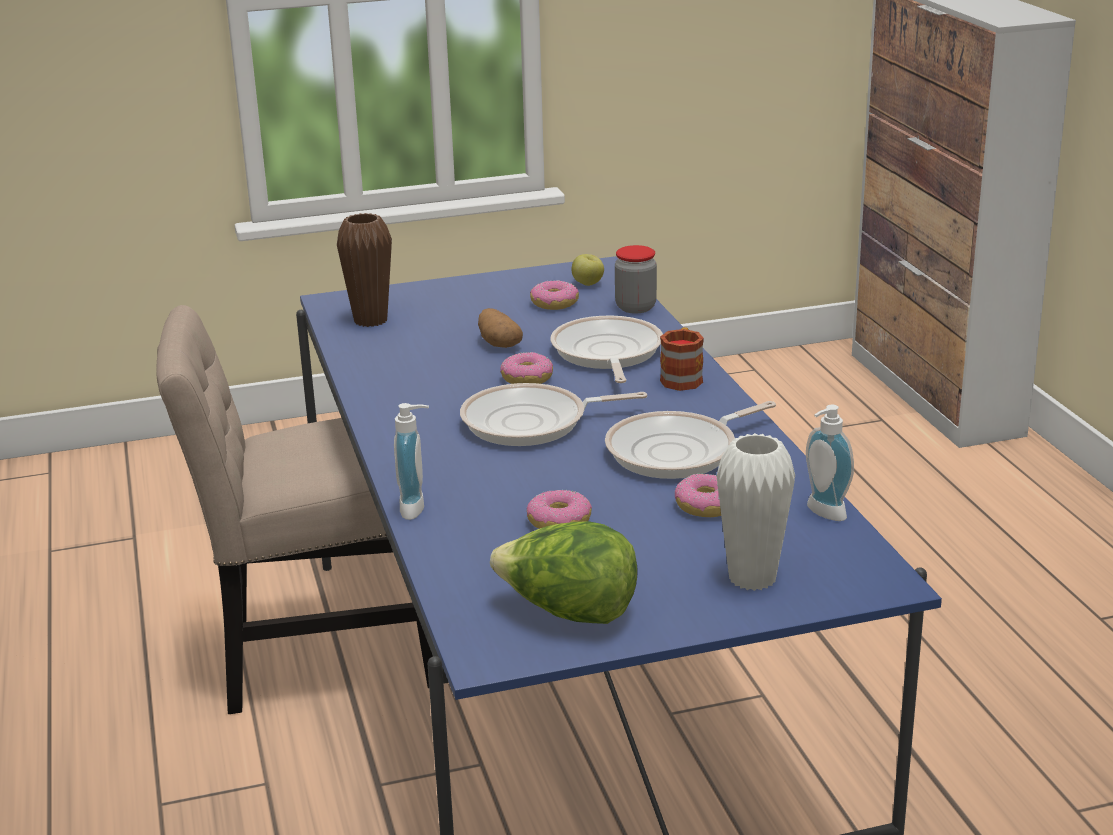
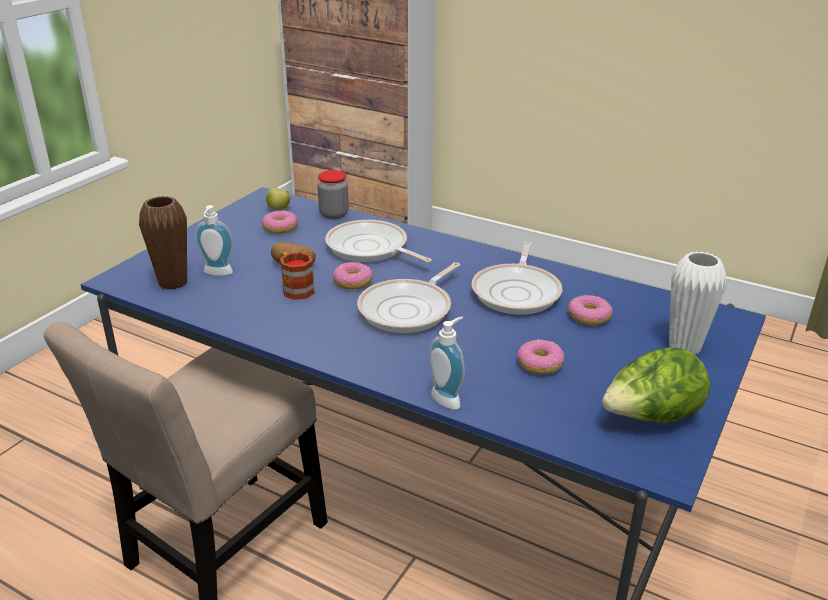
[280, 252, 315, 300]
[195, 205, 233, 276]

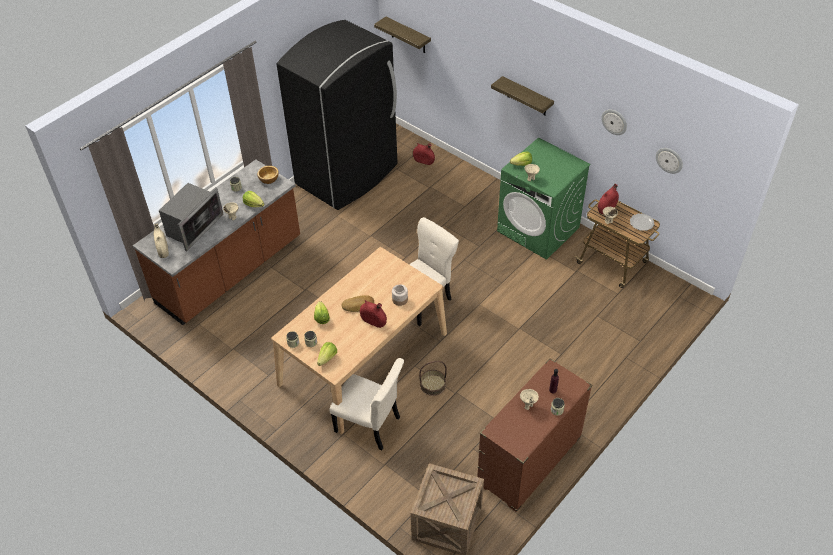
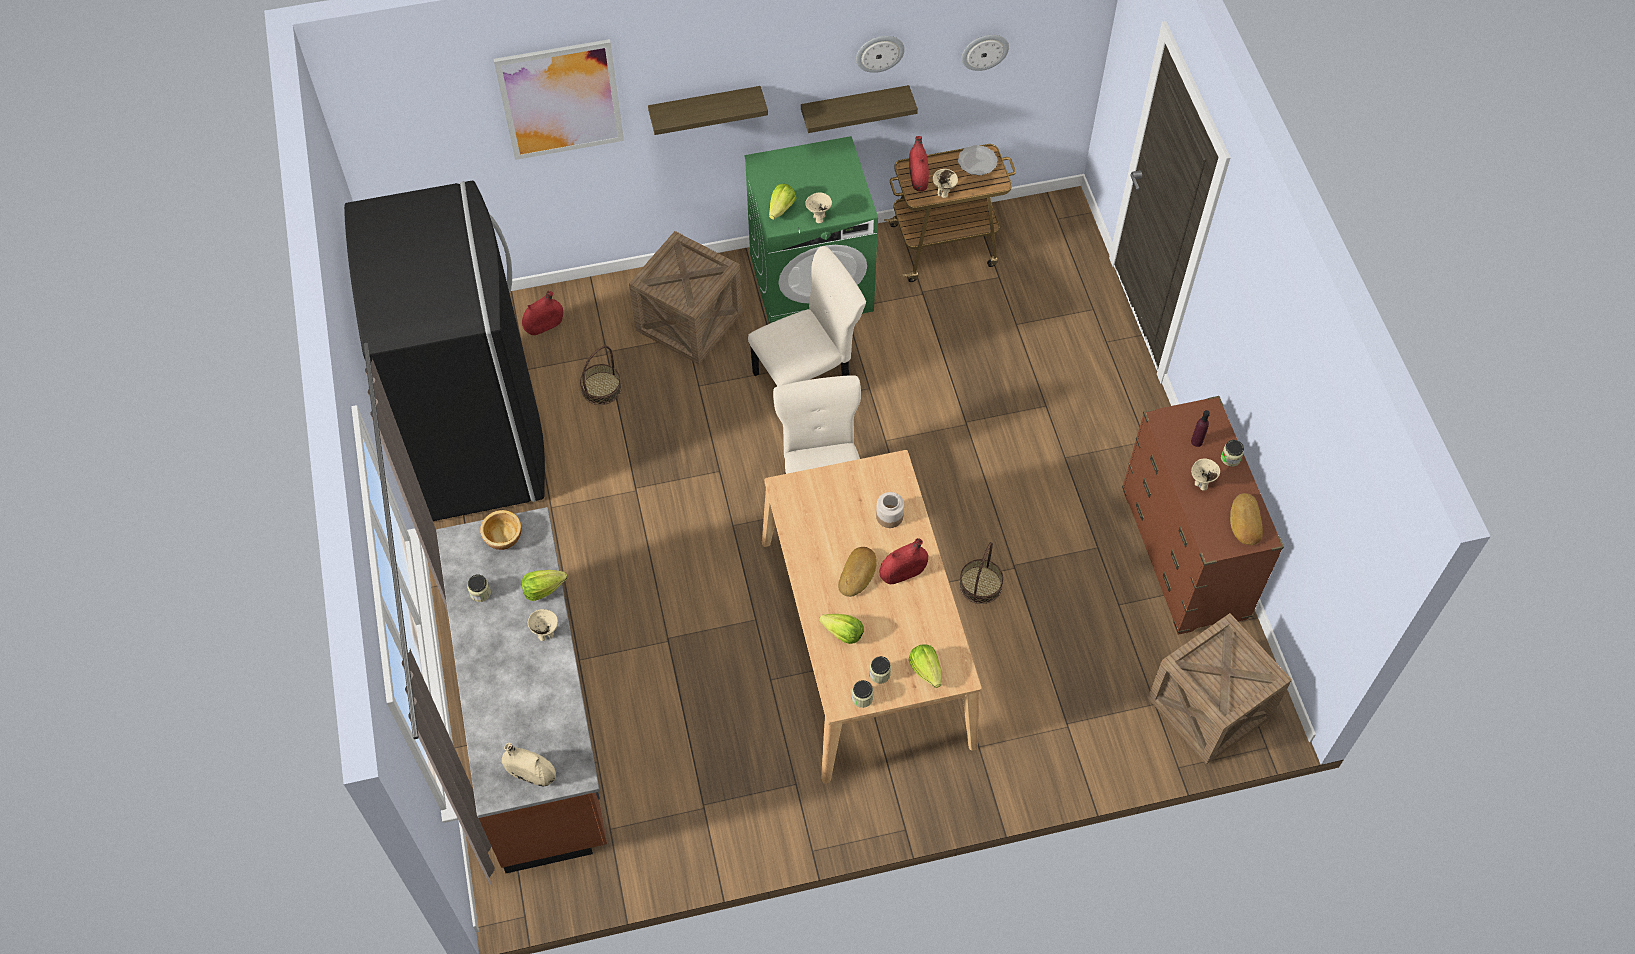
[159, 183, 223, 251] (first image)
[494, 39, 624, 160]
[580, 346, 622, 405]
[629, 231, 743, 364]
[1230, 493, 1263, 545]
[748, 246, 866, 386]
[801, 85, 918, 133]

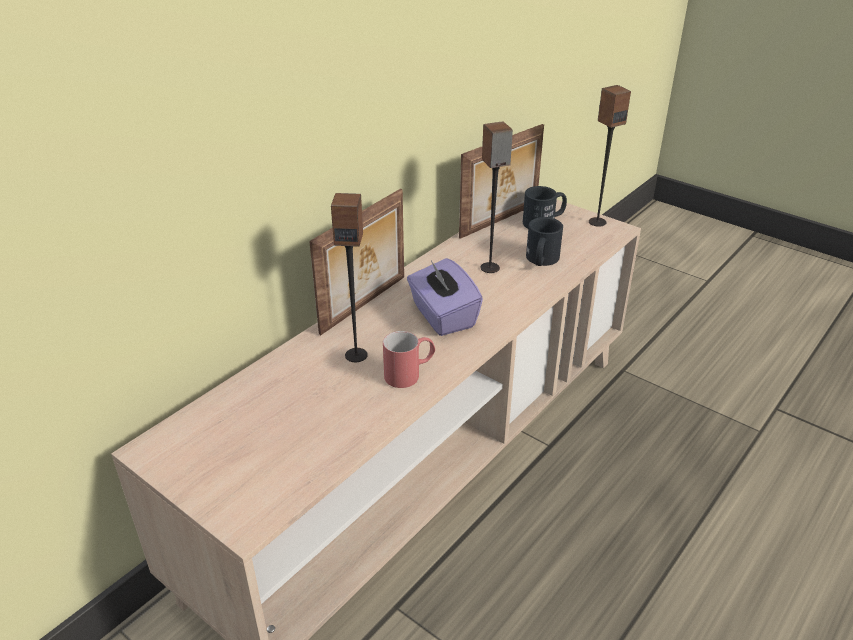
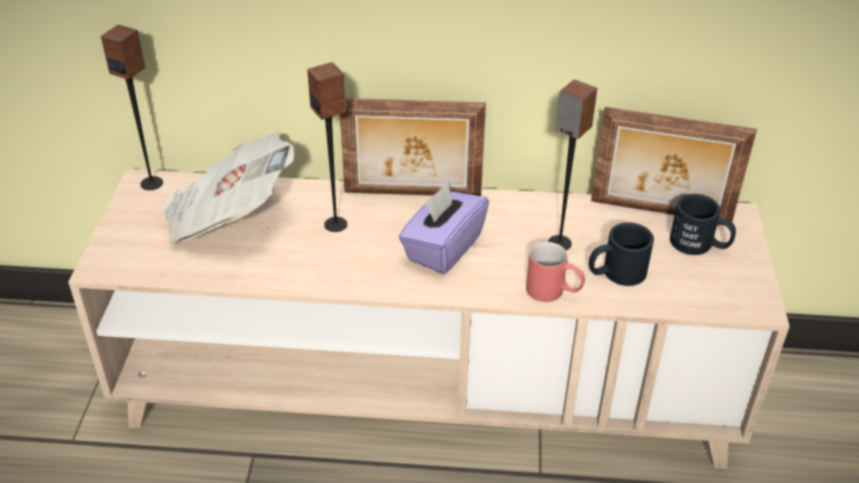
[162, 133, 294, 244]
[526, 242, 585, 302]
[101, 25, 163, 190]

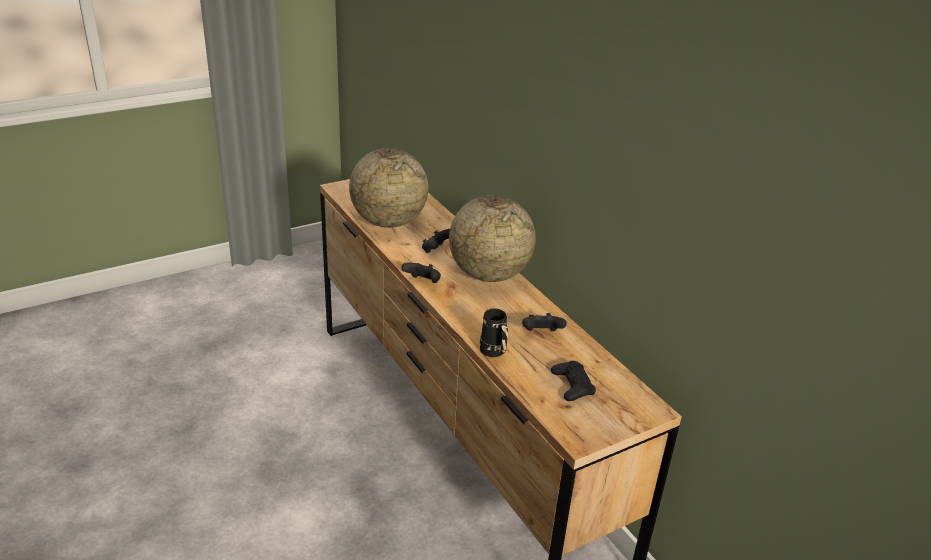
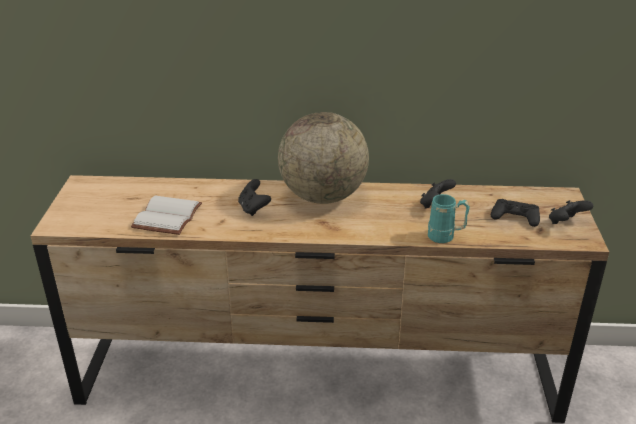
[549, 200, 593, 224]
[131, 196, 202, 235]
[428, 194, 470, 243]

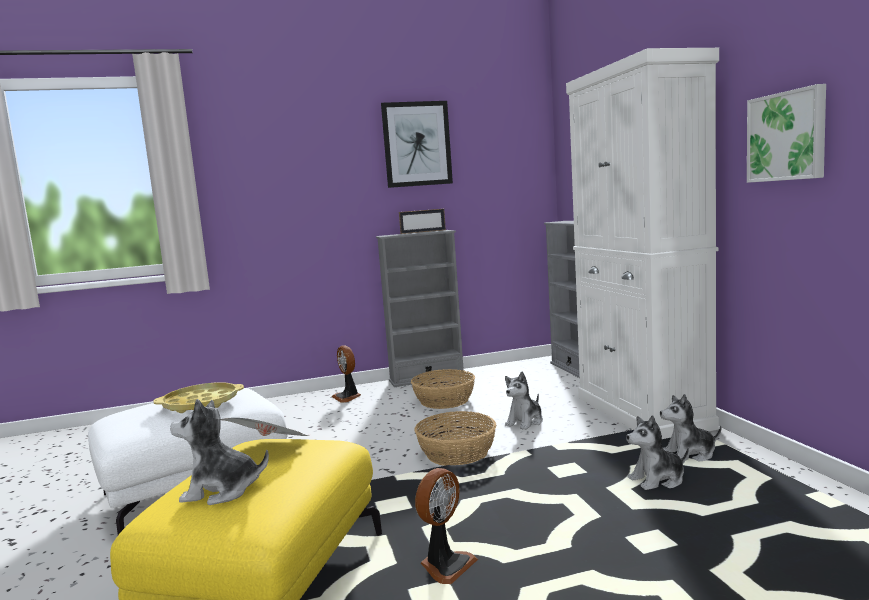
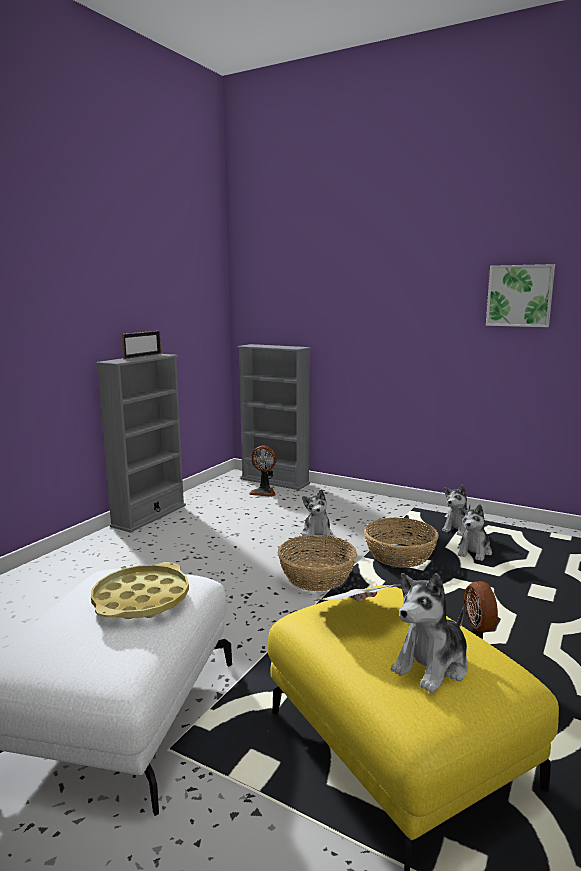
[381, 101, 453, 188] (first image)
[566, 48, 719, 439] (first image)
[249, 446, 277, 497]
[364, 518, 439, 567]

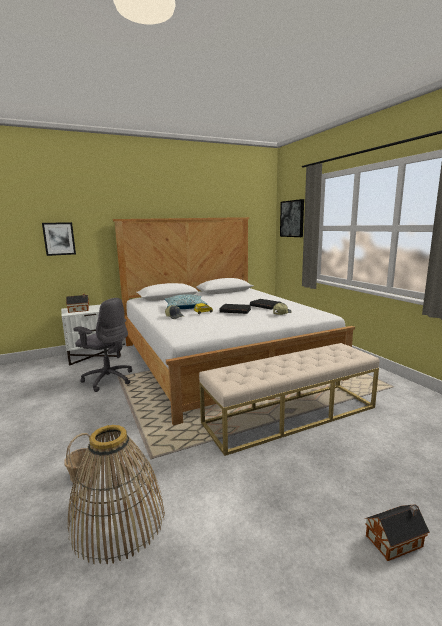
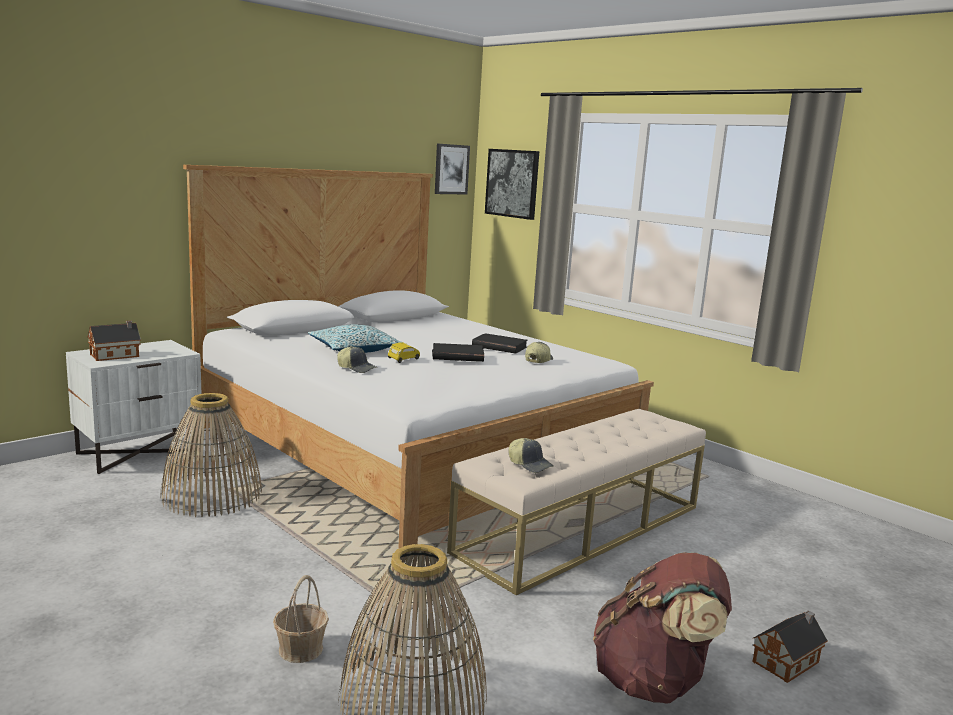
[509, 438, 554, 473]
[593, 552, 732, 704]
[435, 144, 470, 195]
[160, 393, 262, 517]

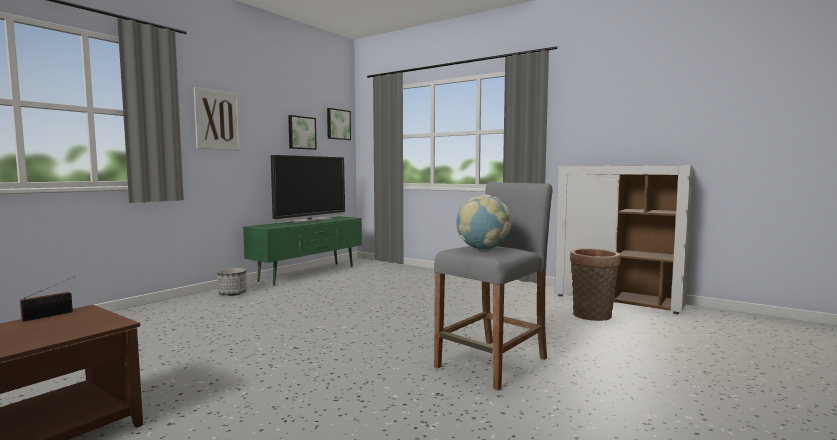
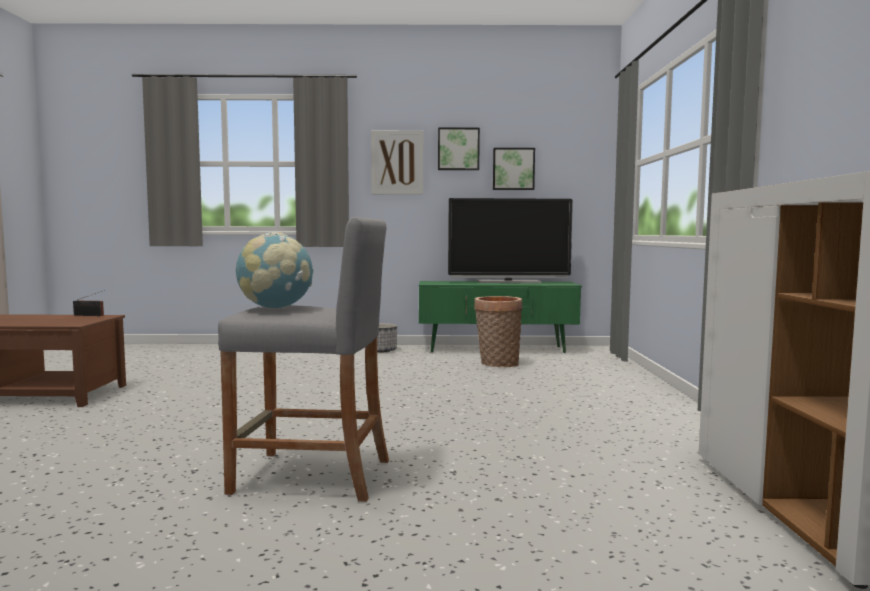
[438, 127, 480, 170]
[474, 296, 523, 367]

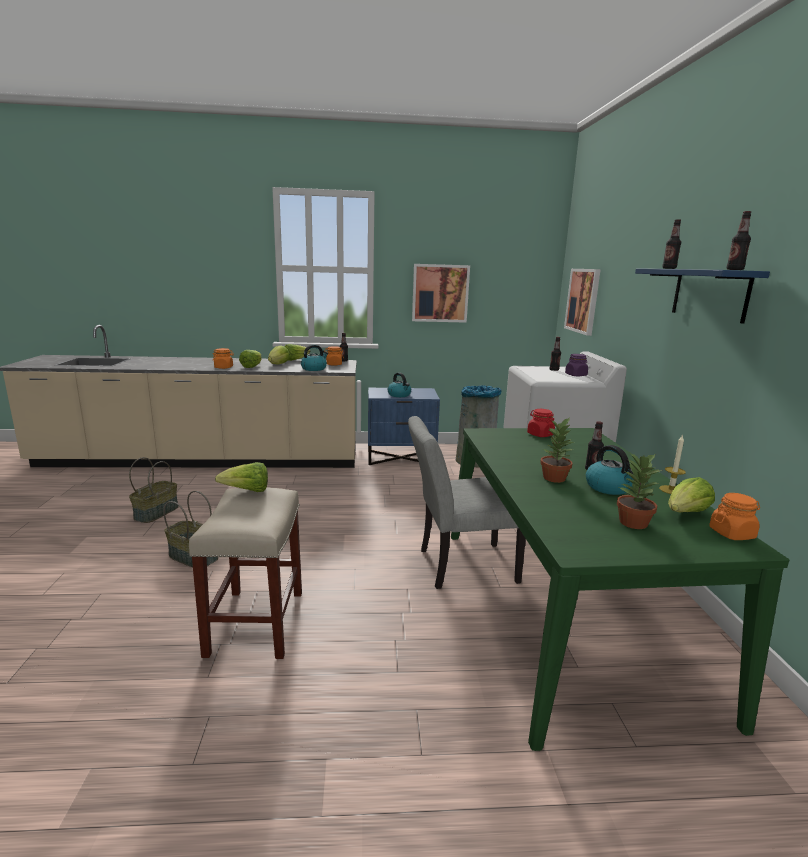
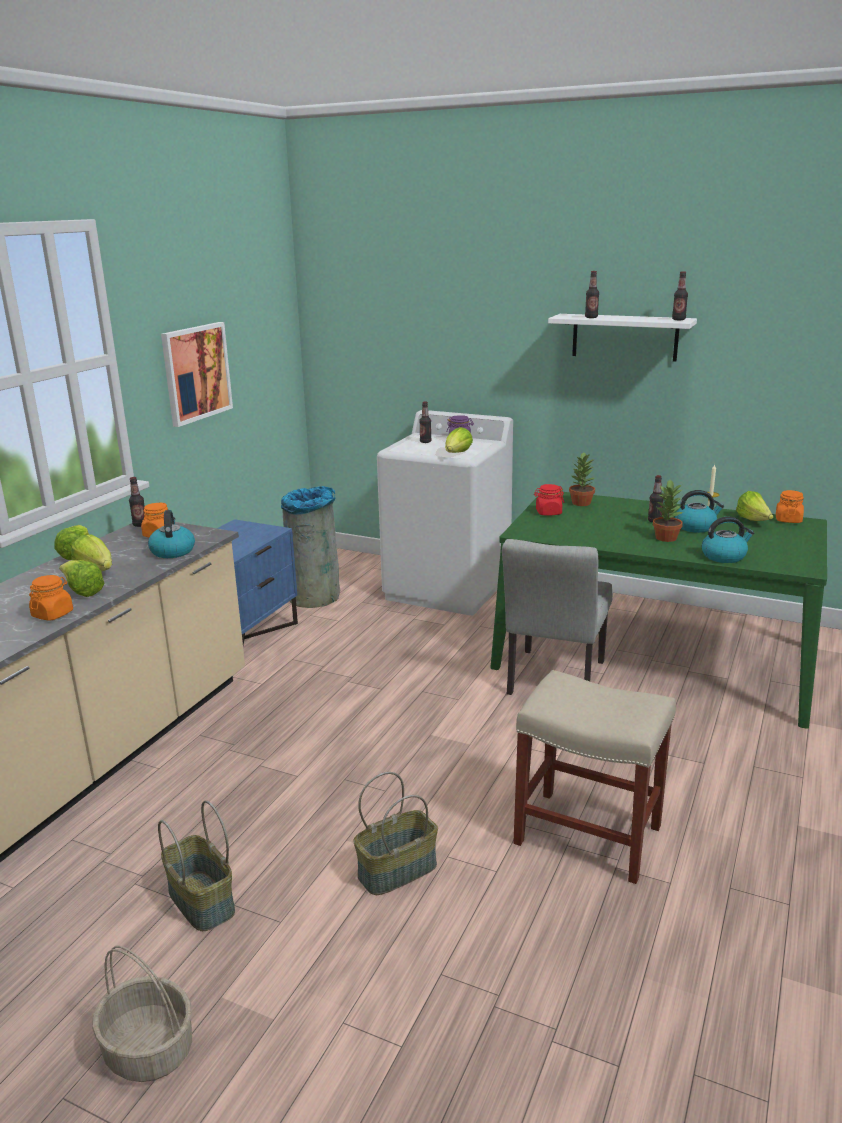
[564, 269, 601, 336] (first image)
[92, 946, 192, 1082]
[445, 427, 473, 453]
[702, 516, 755, 563]
[569, 453, 595, 506]
[548, 314, 697, 362]

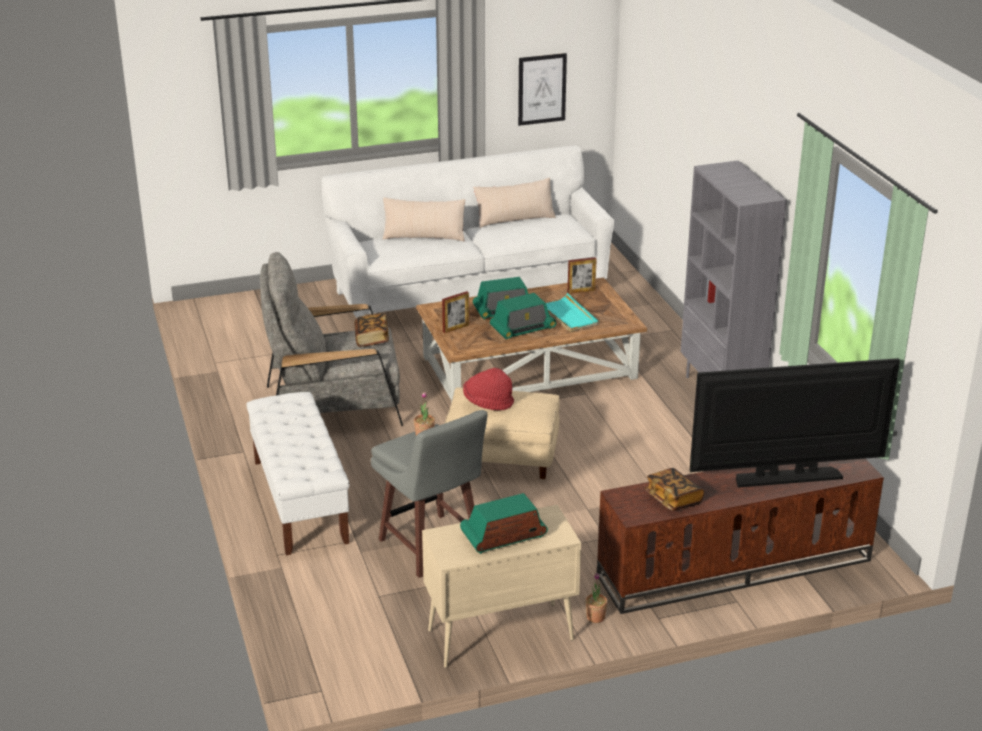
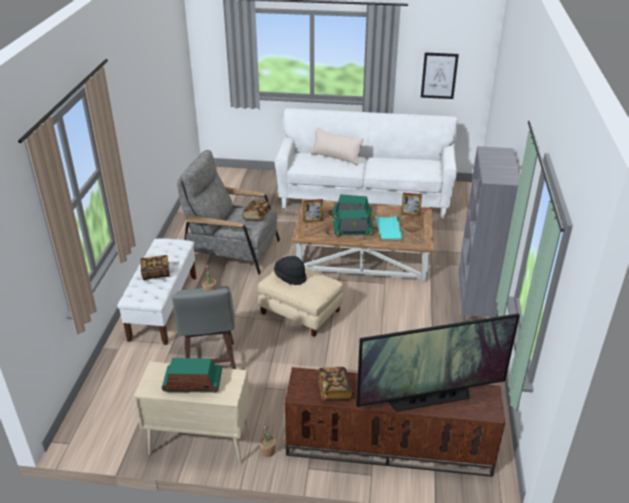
[474, 178, 556, 228] (first image)
[140, 255, 170, 280]
[274, 256, 306, 285]
[356, 313, 520, 412]

